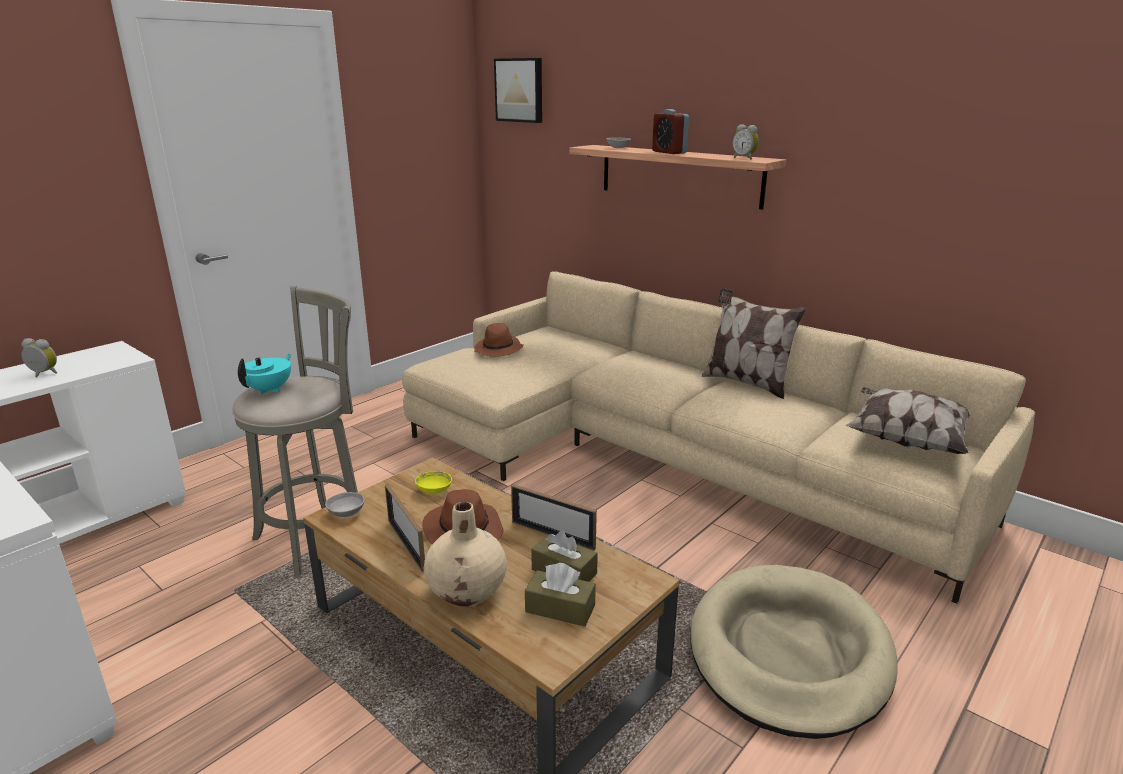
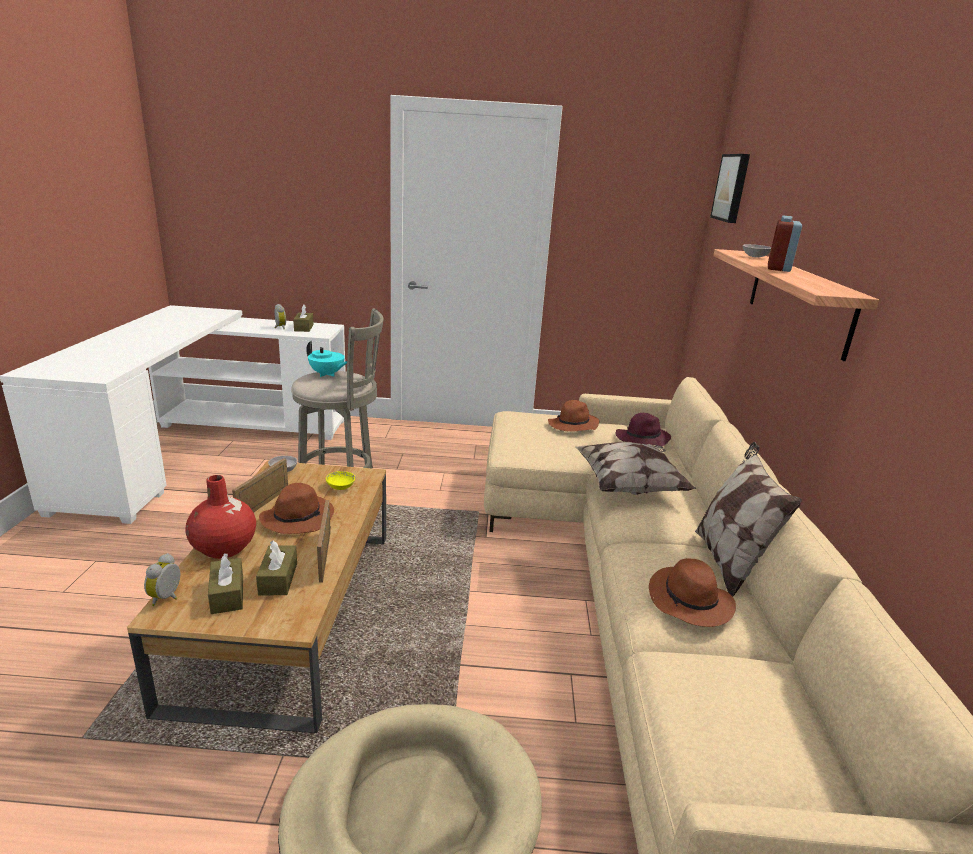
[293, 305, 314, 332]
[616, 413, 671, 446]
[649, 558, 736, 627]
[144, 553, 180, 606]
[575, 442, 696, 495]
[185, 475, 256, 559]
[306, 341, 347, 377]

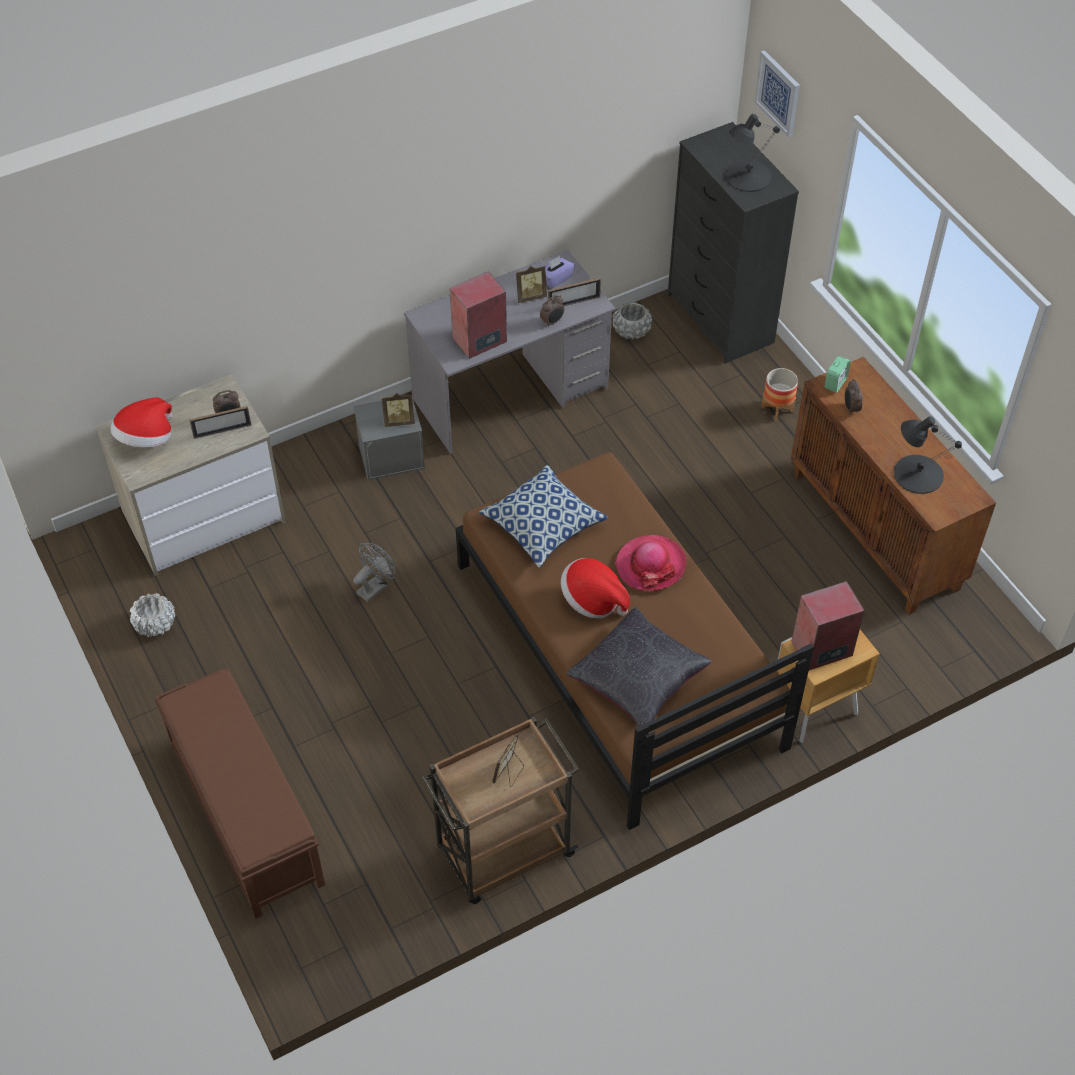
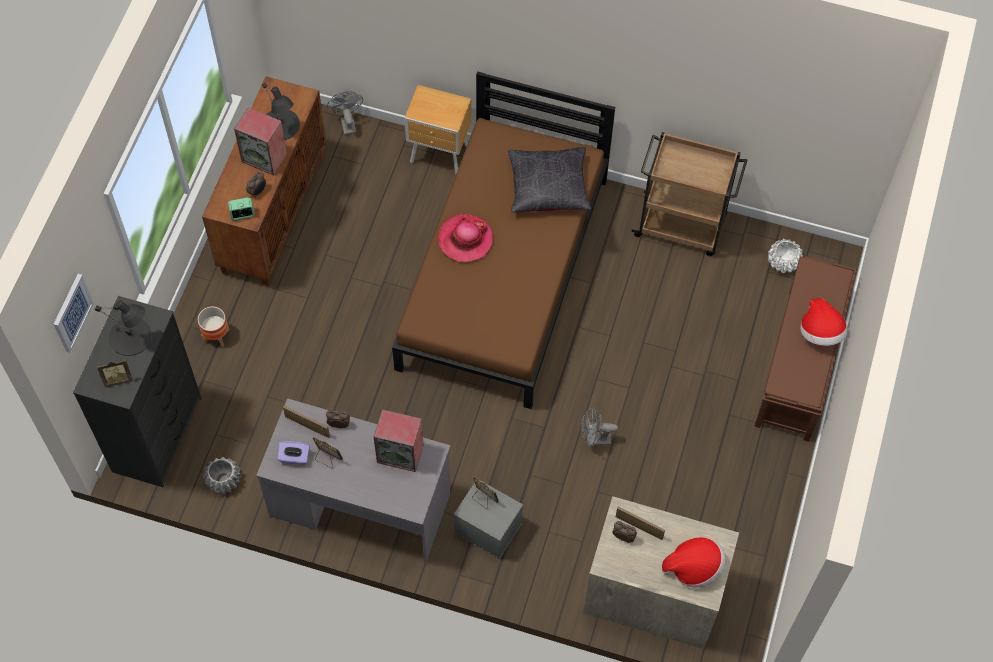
[479, 465, 608, 568] (first image)
[327, 91, 363, 135]
[768, 239, 803, 273]
[97, 361, 133, 388]
[800, 298, 848, 346]
[234, 108, 287, 175]

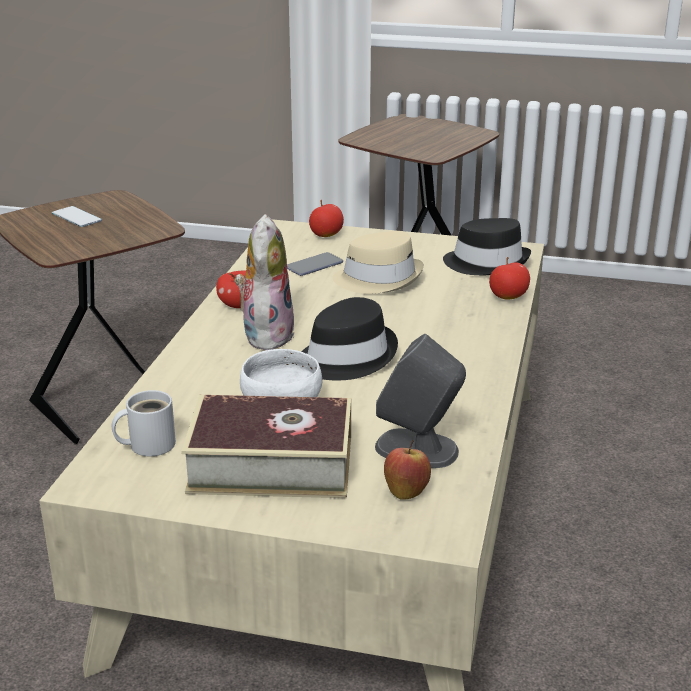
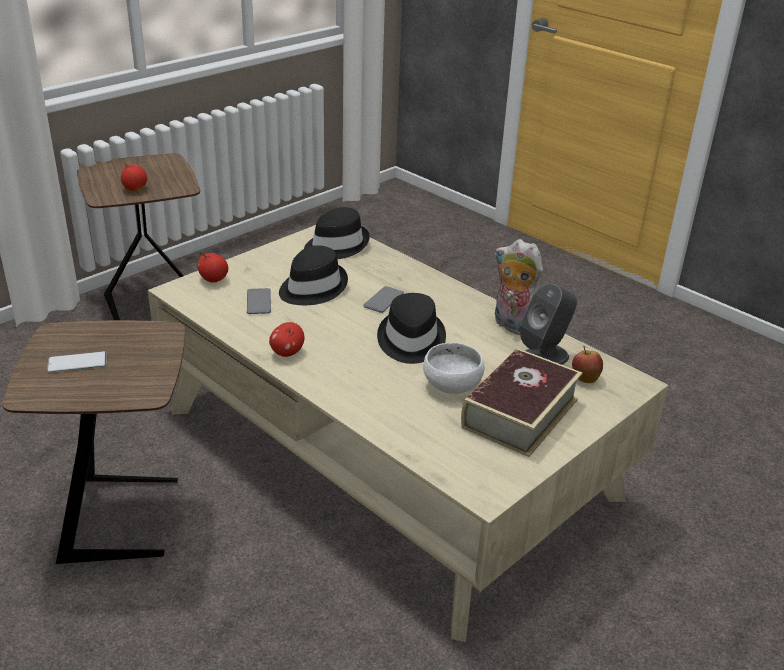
[112, 390, 176, 456] (first image)
[363, 286, 404, 313]
[494, 239, 543, 335]
[121, 162, 147, 191]
[279, 245, 348, 305]

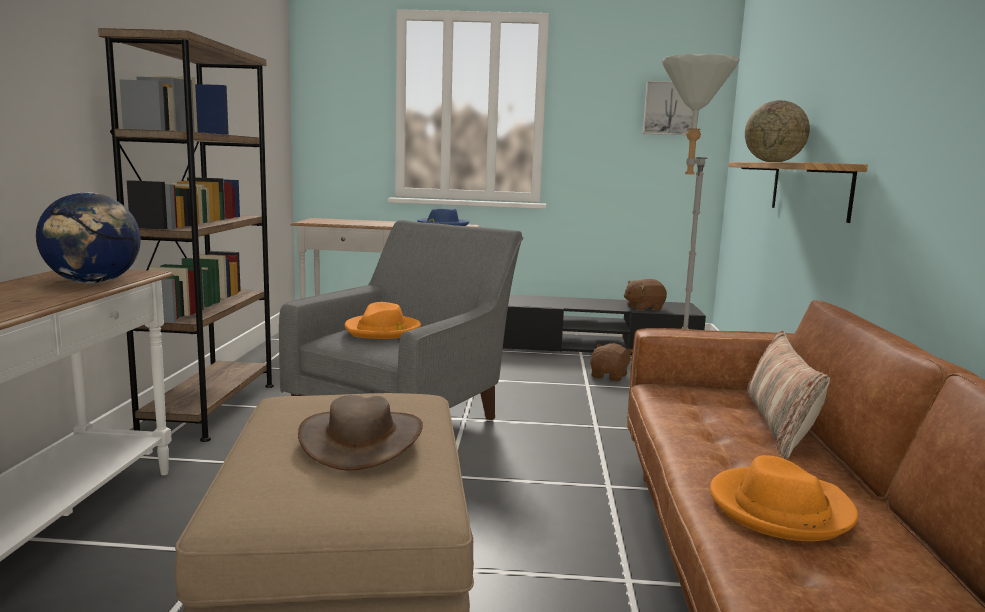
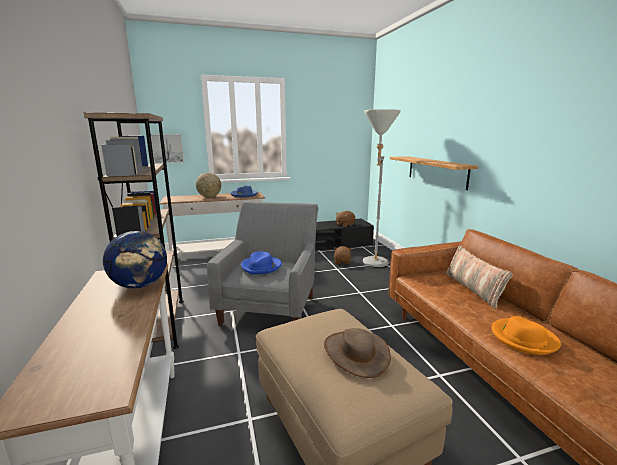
[151, 134, 184, 164]
[196, 172, 221, 197]
[241, 251, 282, 274]

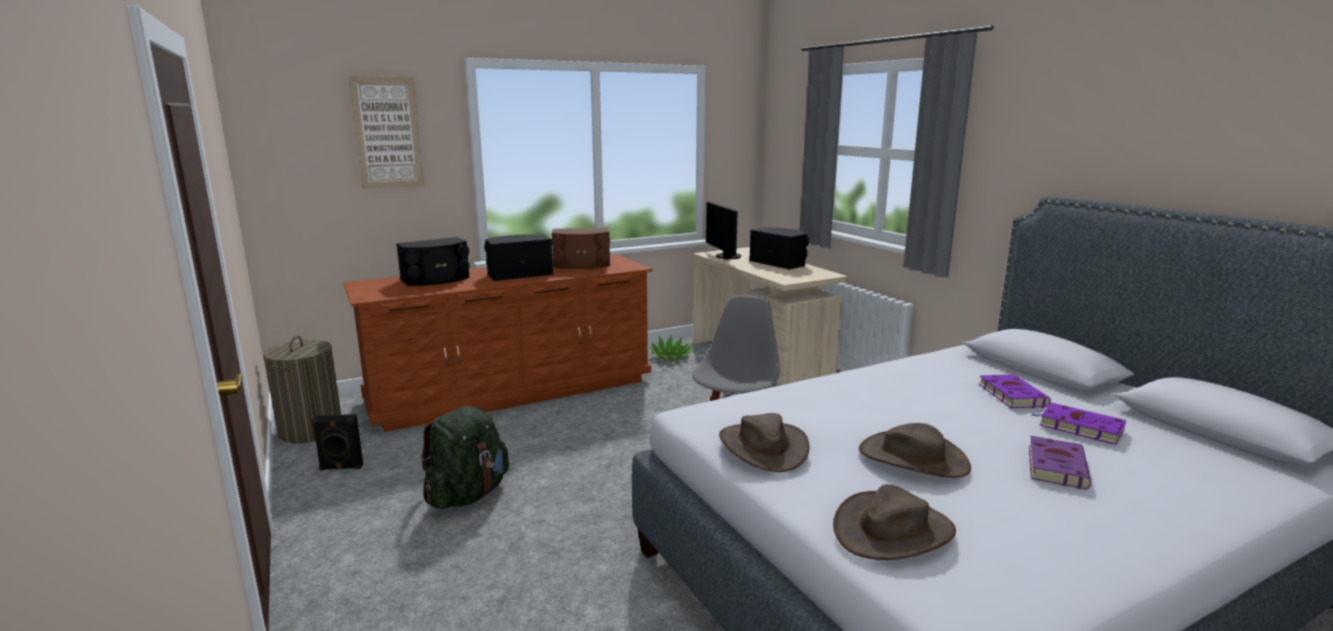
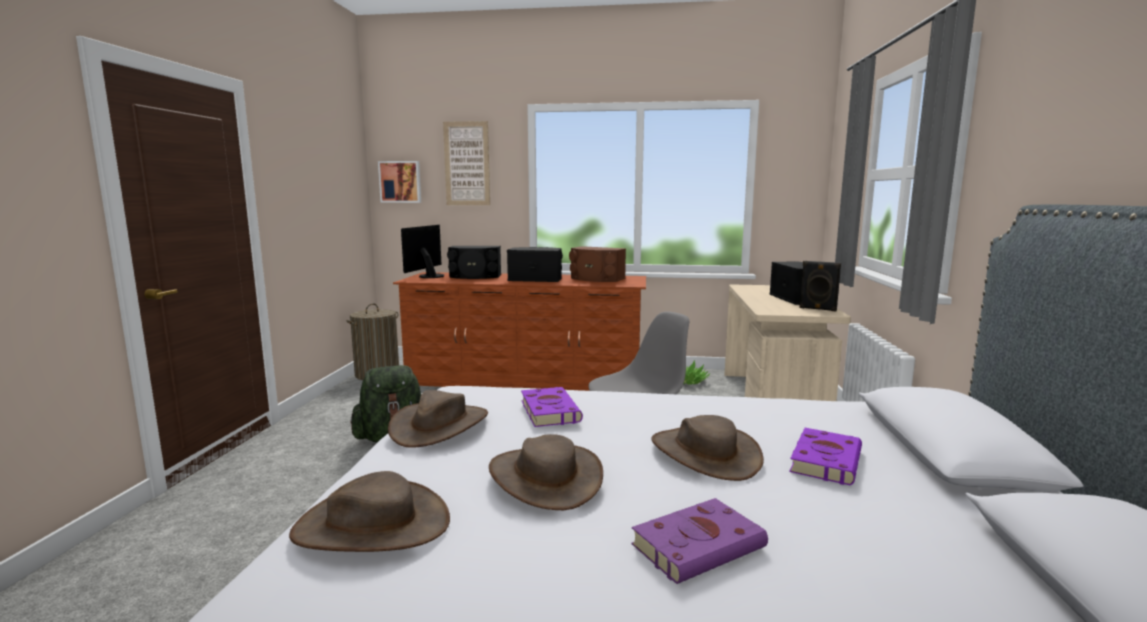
[378, 161, 421, 203]
[651, 415, 764, 481]
[799, 261, 841, 311]
[401, 225, 444, 278]
[521, 387, 583, 427]

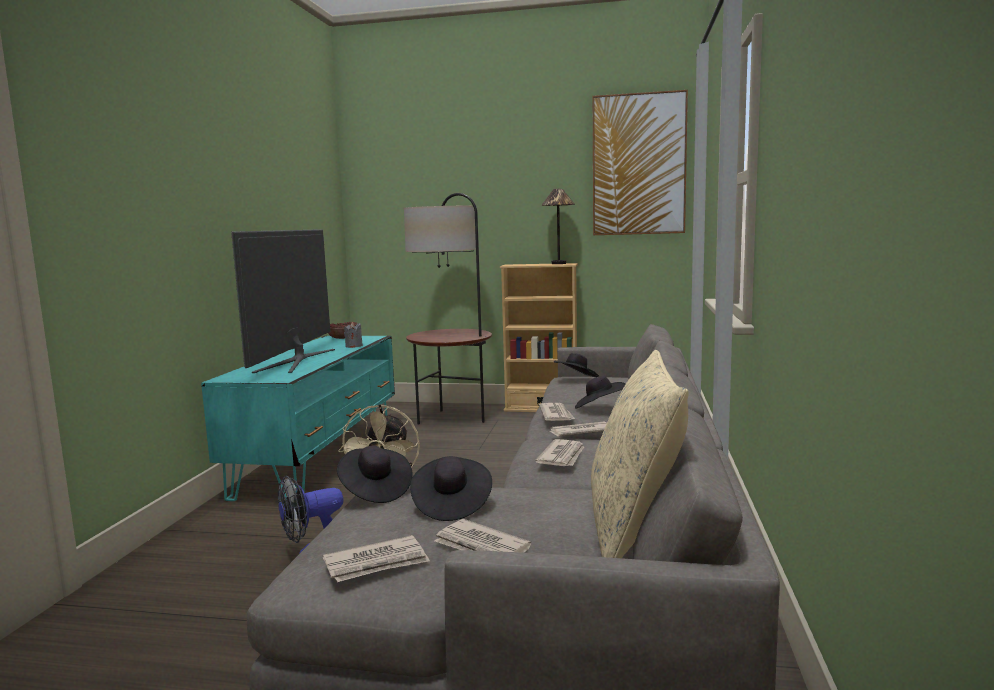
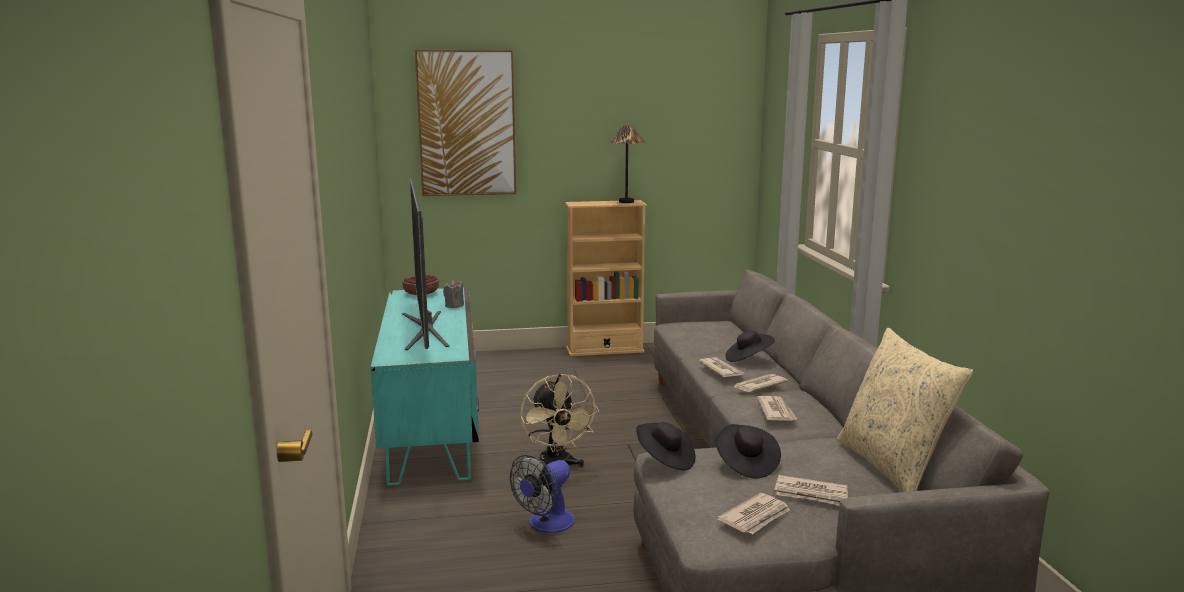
[404, 193, 492, 425] (first image)
[554, 353, 599, 377] (first image)
[415, 50, 516, 196]

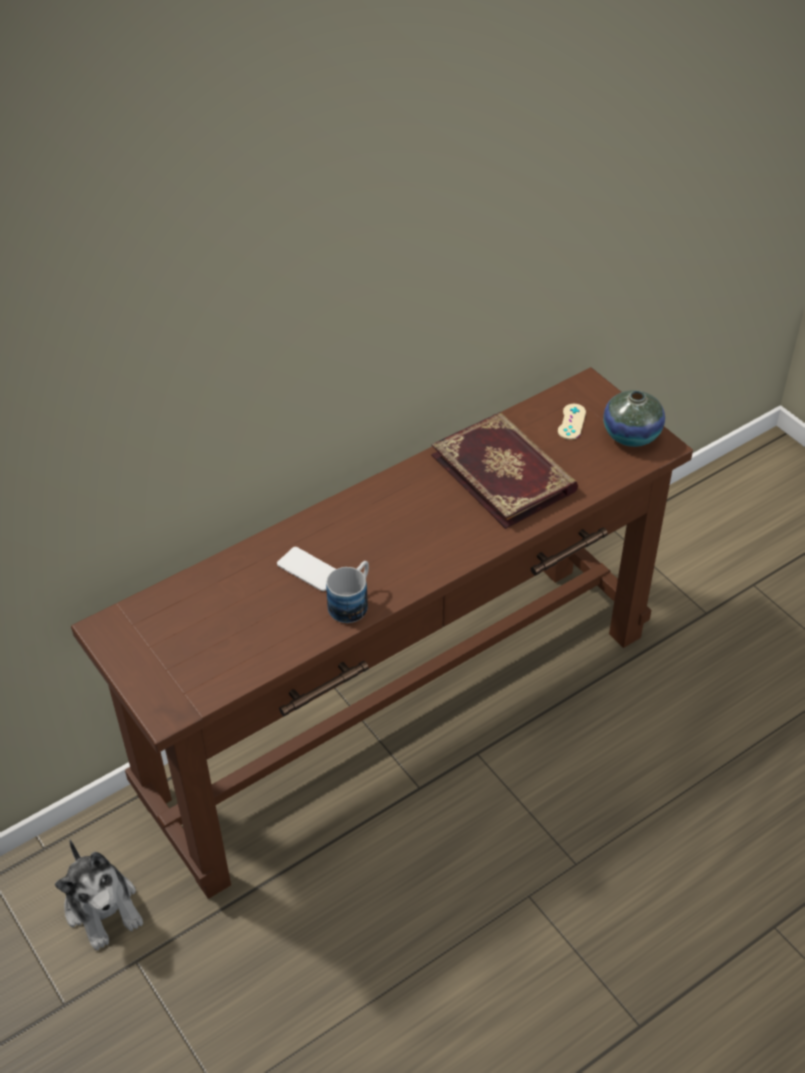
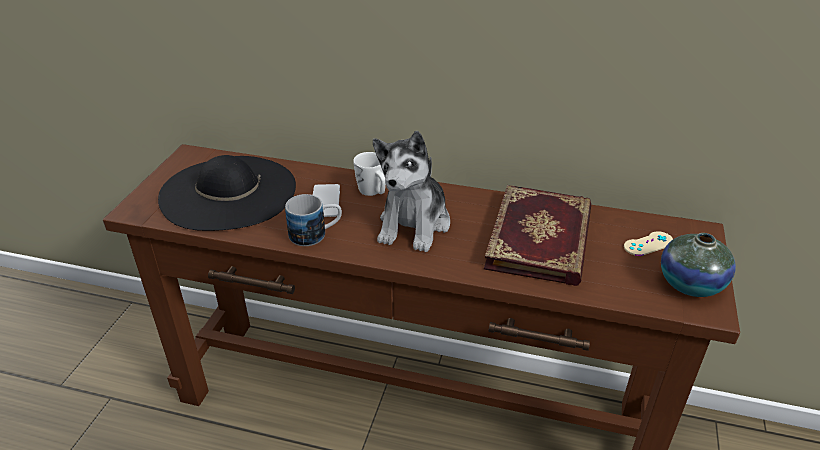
[158, 155, 296, 231]
[353, 152, 386, 196]
[373, 131, 450, 252]

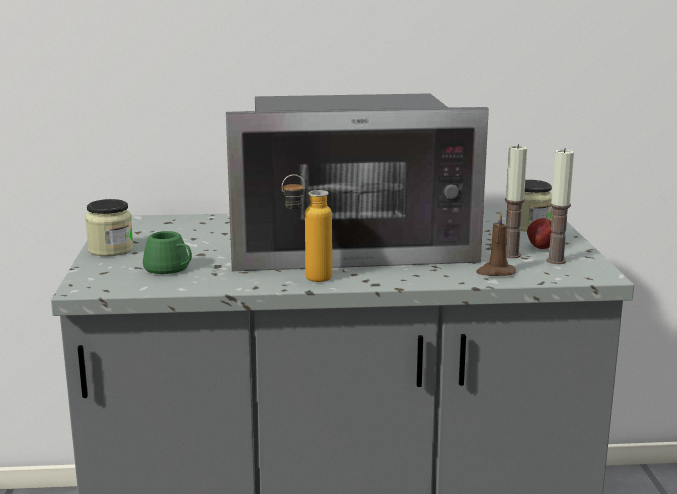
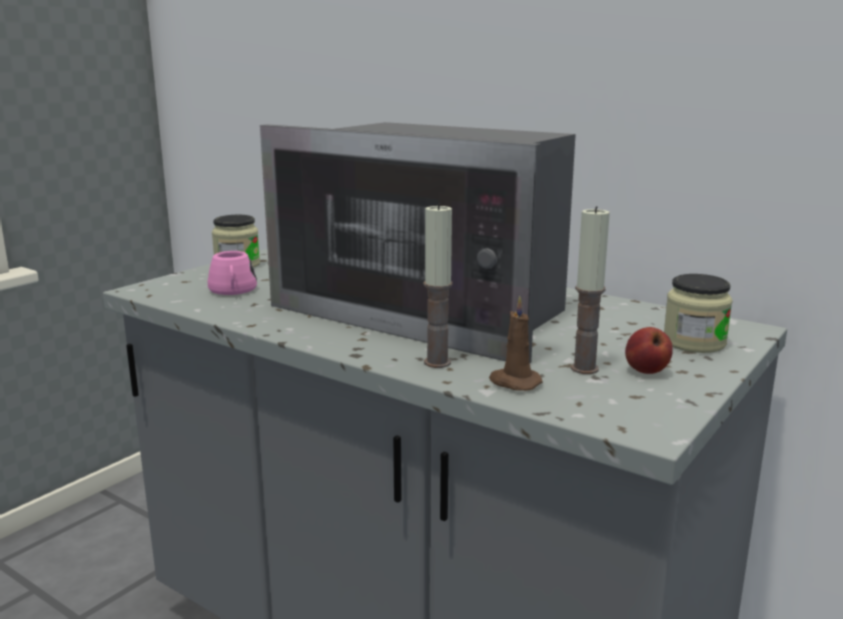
[282, 174, 332, 282] (first image)
[424, 203, 453, 368]
[208, 251, 257, 295]

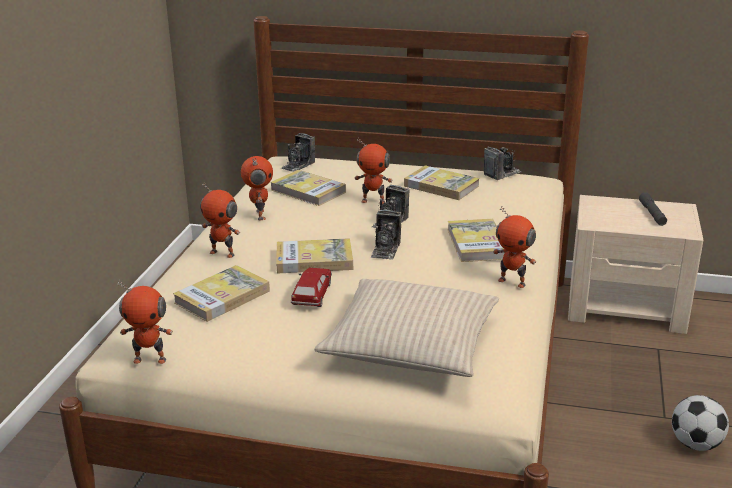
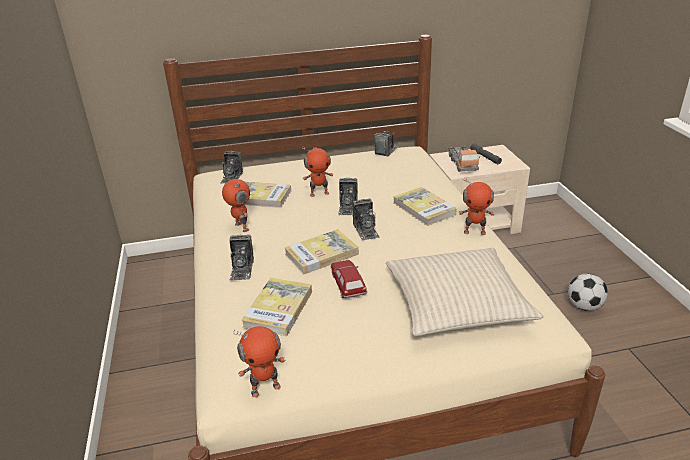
[404, 165, 480, 200] (first image)
[448, 146, 480, 172]
[229, 235, 254, 280]

